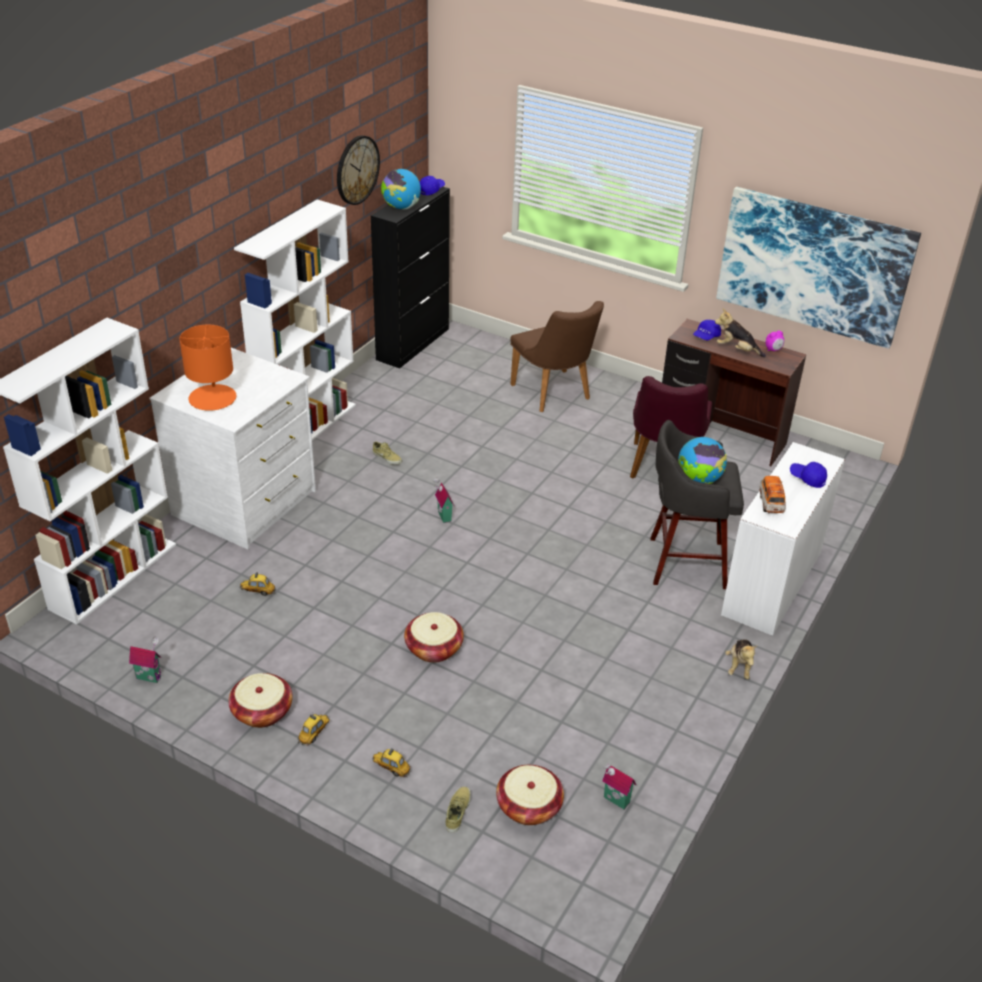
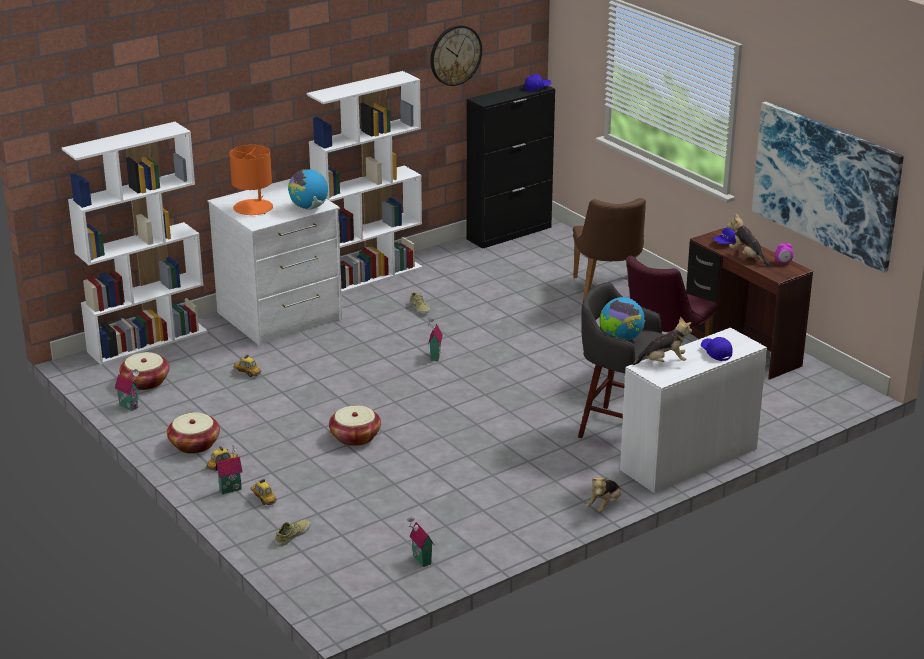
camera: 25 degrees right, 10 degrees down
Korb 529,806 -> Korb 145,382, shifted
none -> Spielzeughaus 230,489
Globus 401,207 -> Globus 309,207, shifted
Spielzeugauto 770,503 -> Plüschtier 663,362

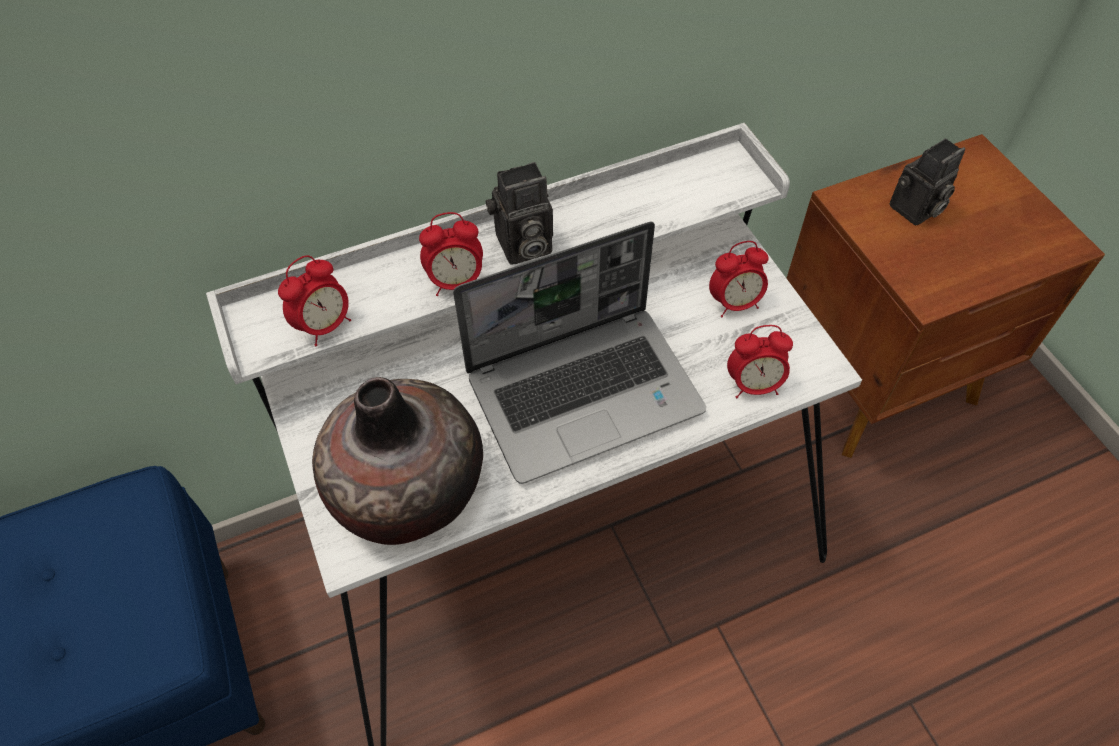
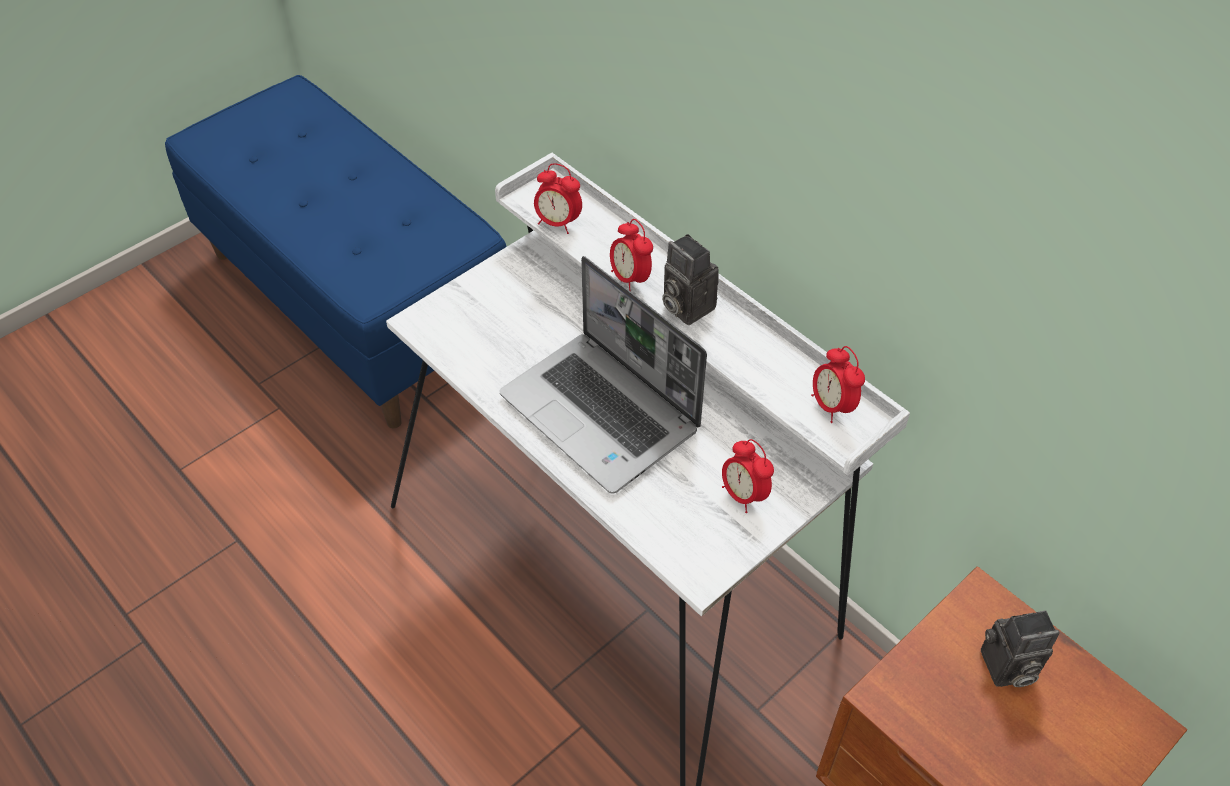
camera: 70 degrees right, 5 degrees down
Wecker 754,385 -> Wecker 832,406, shifted
Kamera 915,211 -> Kamera 1006,668, 45 degrees counterclockwise
Vase 408,490 -> none

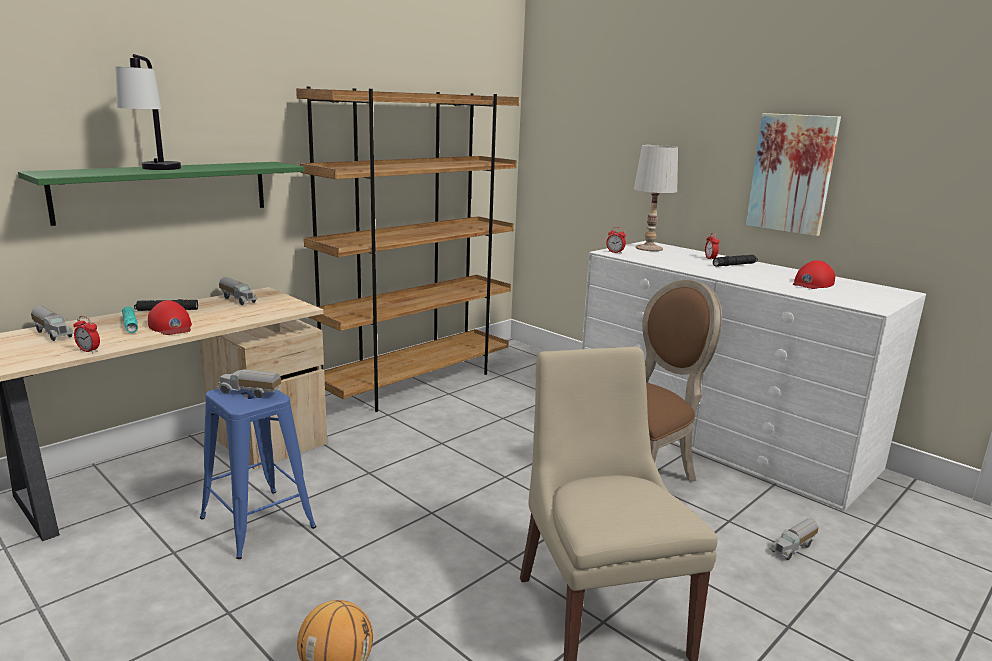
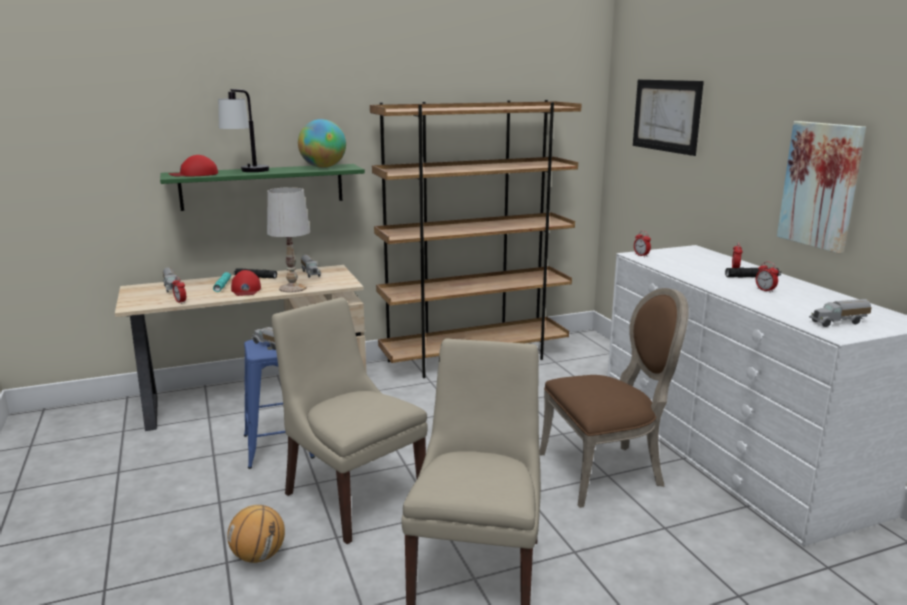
camera: 25 degrees right, 0 degrees up
Kappe (rot) 812,283 -> Kappe (rot) 194,174, shifted
Tischlampe (weiß) 649,248 -> Tischlampe (weiß) 292,288, shifted
none -> Stuhl (beige) 352,495
none -> Globus 323,167
none -> Bild 666,115
none -> Wecker 765,290
Spielzeuglaster 793,548 -> Spielzeuglaster 839,323, shifted

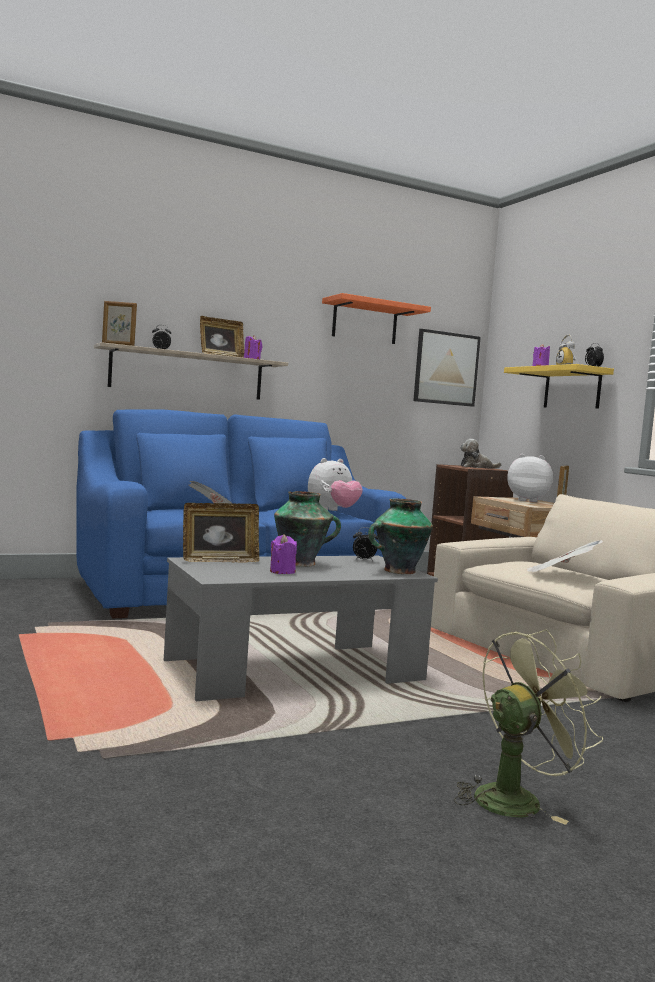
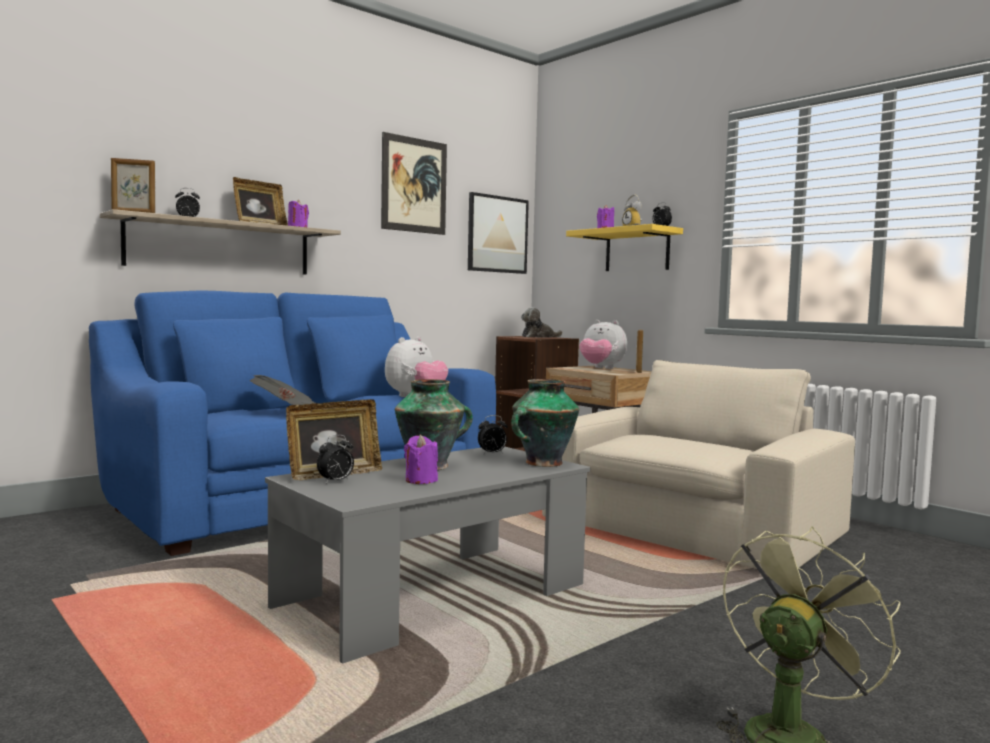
camera: 15 degrees left, 0 degrees up
none -> Wecker 336,481
Wandregal (orange) 364,322 -> Bild 414,185
Plüschtier 527,500 -> Plüschtier 601,368, 150 degrees counterclockwise
Zeitung 560,575 -> none

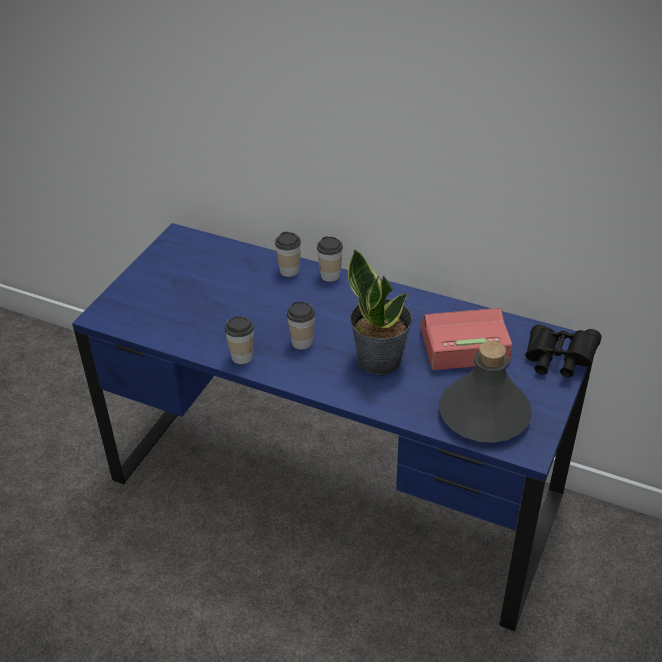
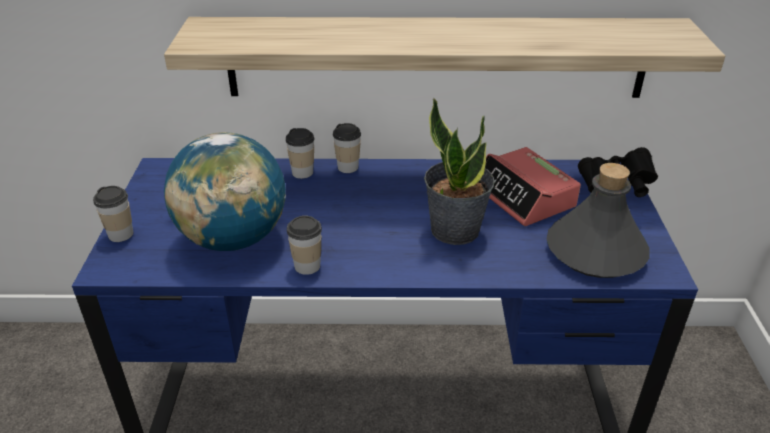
camera: 25 degrees left, 5 degrees down
Tasse 302,342 -> Tasse 121,234, shifted
none -> Wandregal 436,57
none -> Globus 233,239
Wecker 463,346 -> Wecker 524,196, 90 degrees counterclockwise

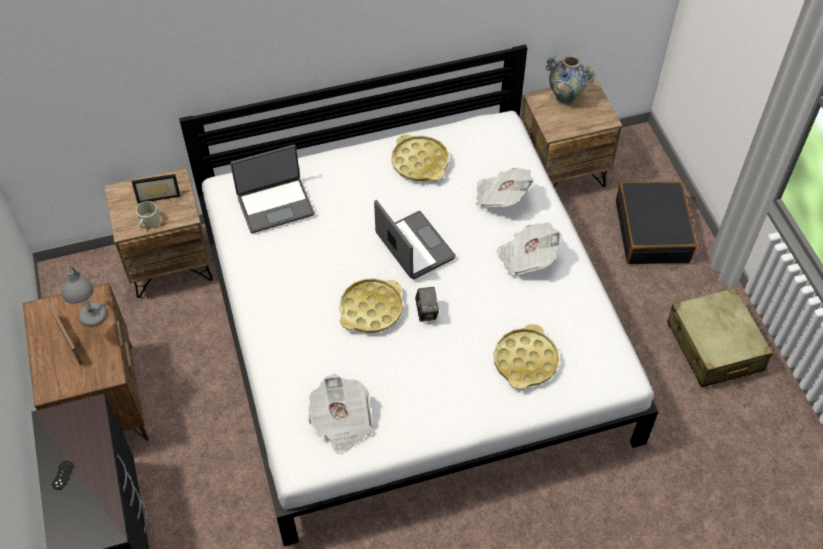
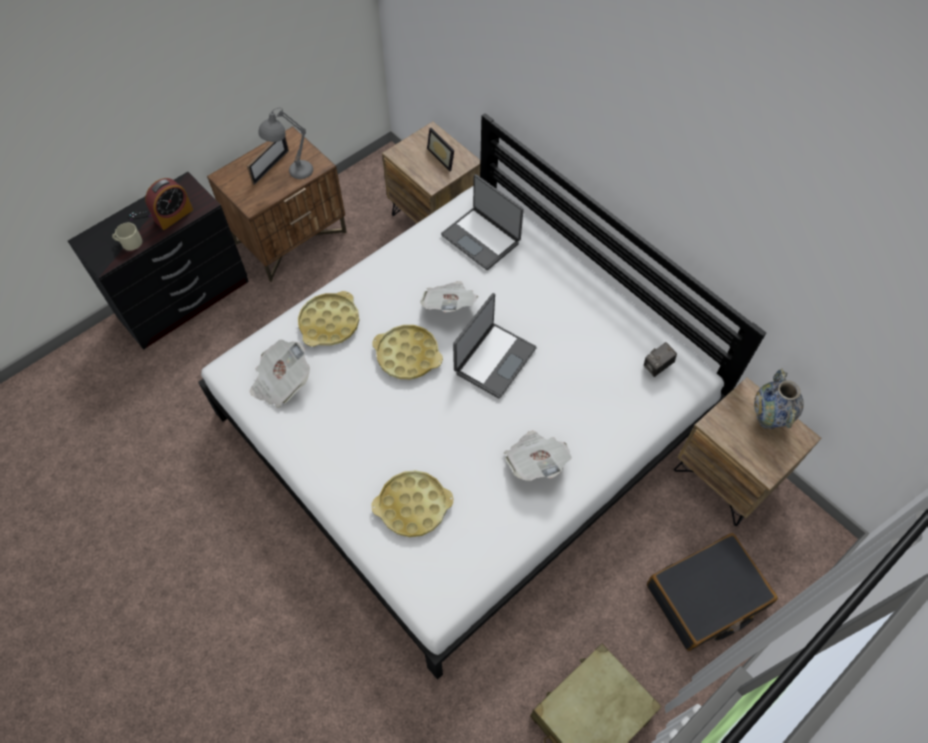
camera: 65 degrees right, 5 degrees up
Henkelbecher (beige) 148,222 -> Henkelbecher (beige) 129,242, shifted
none -> Wecker 174,215
Tablett (gelb) 420,162 -> Tablett (gelb) 329,323, shifted
Zeitung 501,197 -> Zeitung 449,305, shifted
Kamera 426,312 -> Kamera 657,367, shifted

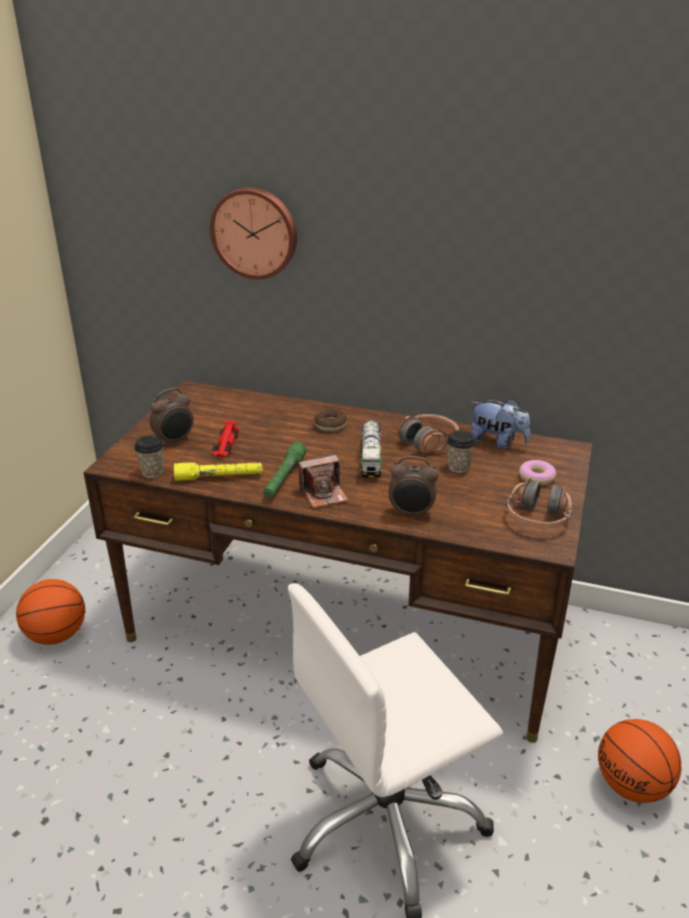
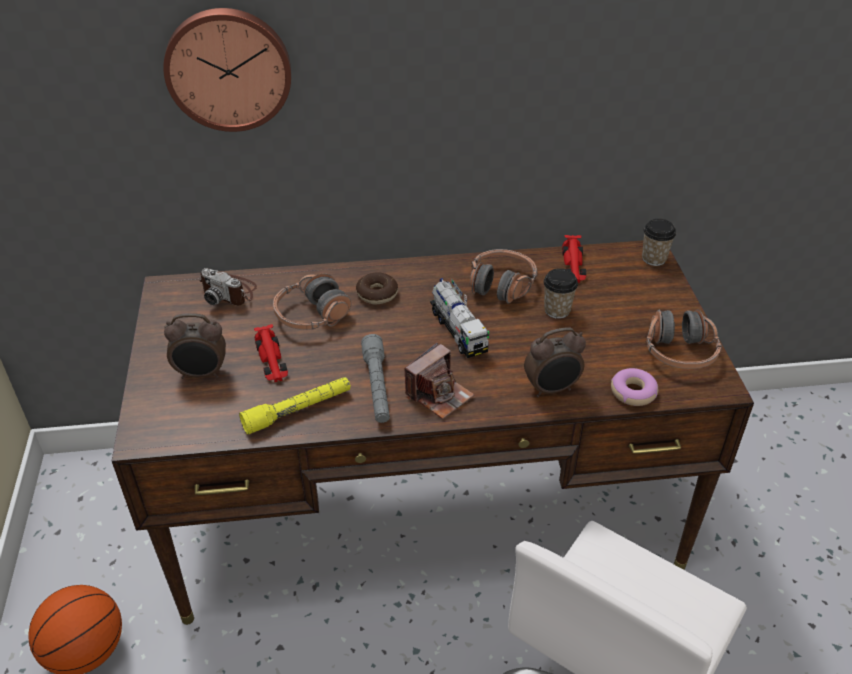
camera: 25 degrees left, 10 degrees up
Wecker 175,441 -> Wecker 202,374, 60 degrees clockwise
none -> Kamera 229,292
none -> Kopfhörer 311,315
Taschenlampe (grün) 284,478 -> Taschenlampe (grau) 377,386
Plüschtier 497,442 -> Spielzeugauto (rot) 573,265
Donut 536,477 -> Donut 633,392, shifted
Tasse 152,472 -> Tasse 654,259, shifted
Basketball 632,786 -> none

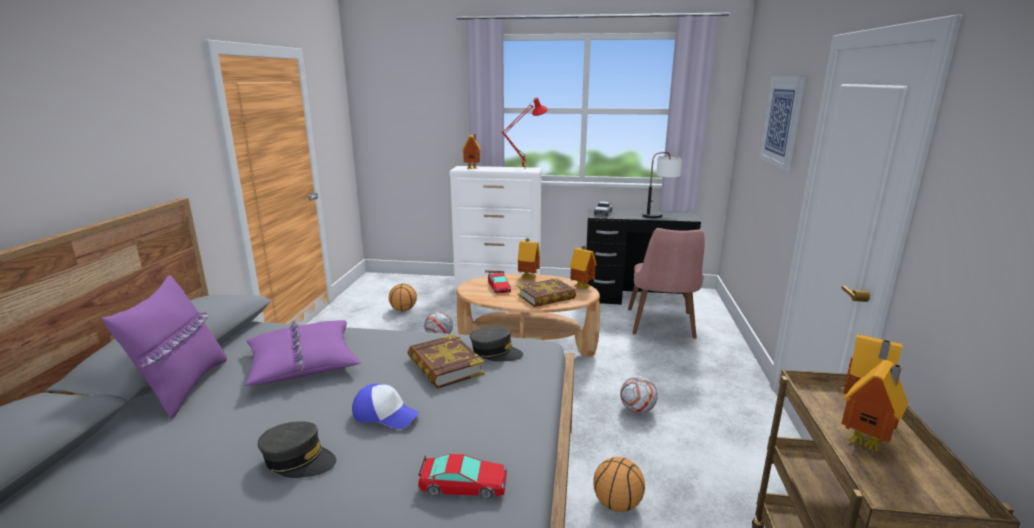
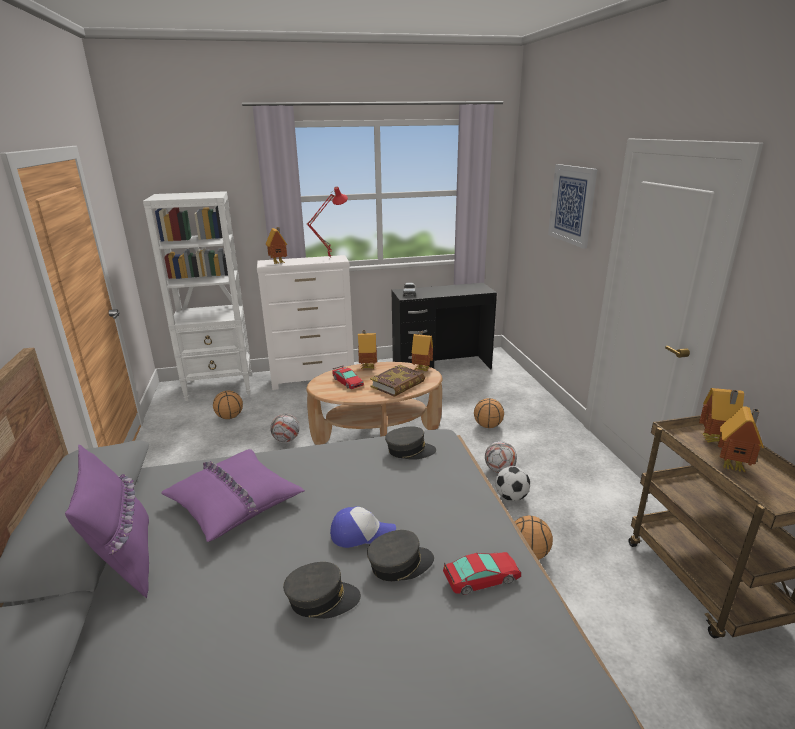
camera: 20 degrees left, 5 degrees up
none -> Bücherregal (weiß) 220,386
none -> Kappe (grau) 400,564
none -> Basketball 488,426
none -> Fußball 511,497
Buch 445,366 -> none
Stuhl (rosa) 662,327 -> none
Tischlampe 659,214 -> none

